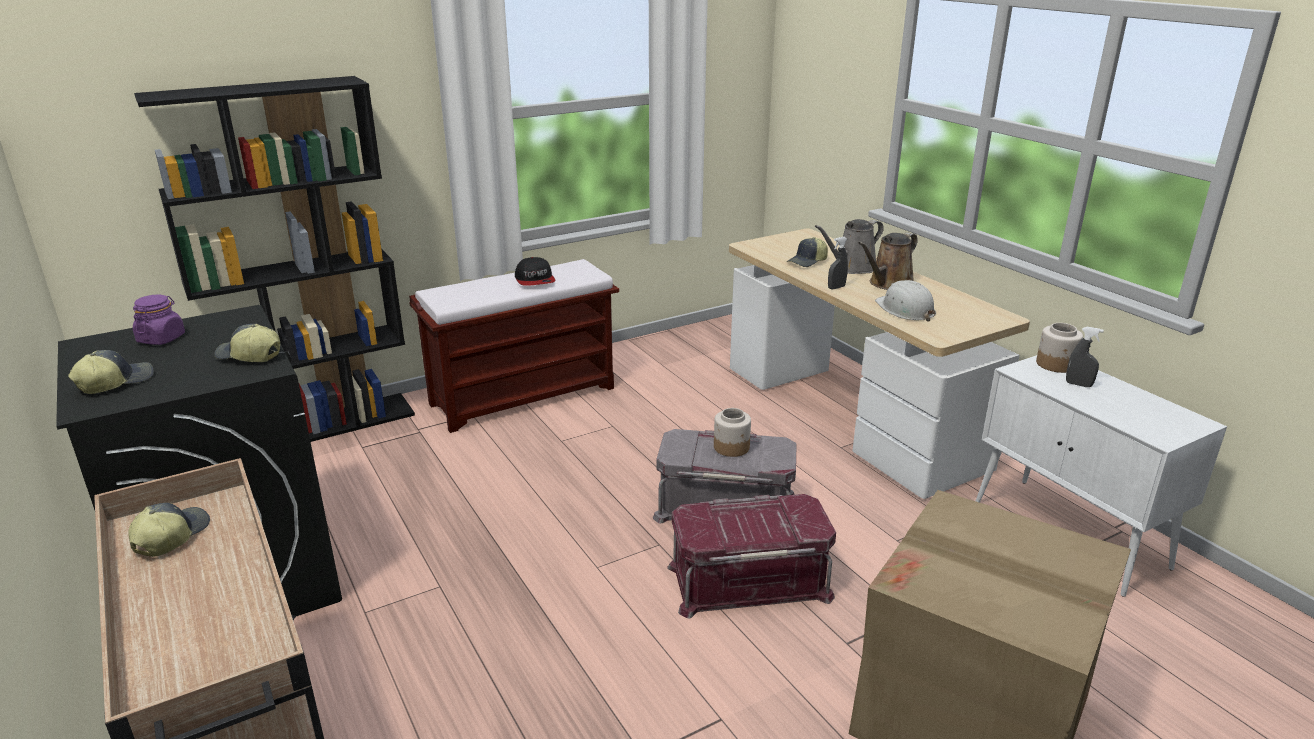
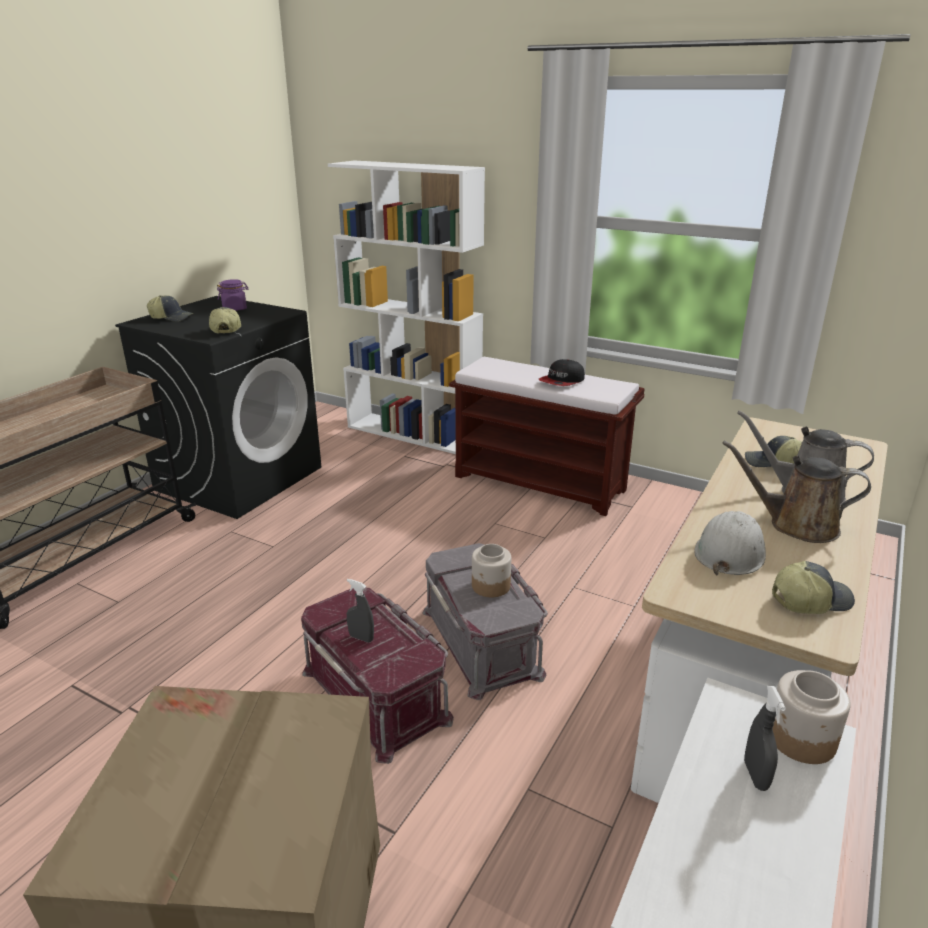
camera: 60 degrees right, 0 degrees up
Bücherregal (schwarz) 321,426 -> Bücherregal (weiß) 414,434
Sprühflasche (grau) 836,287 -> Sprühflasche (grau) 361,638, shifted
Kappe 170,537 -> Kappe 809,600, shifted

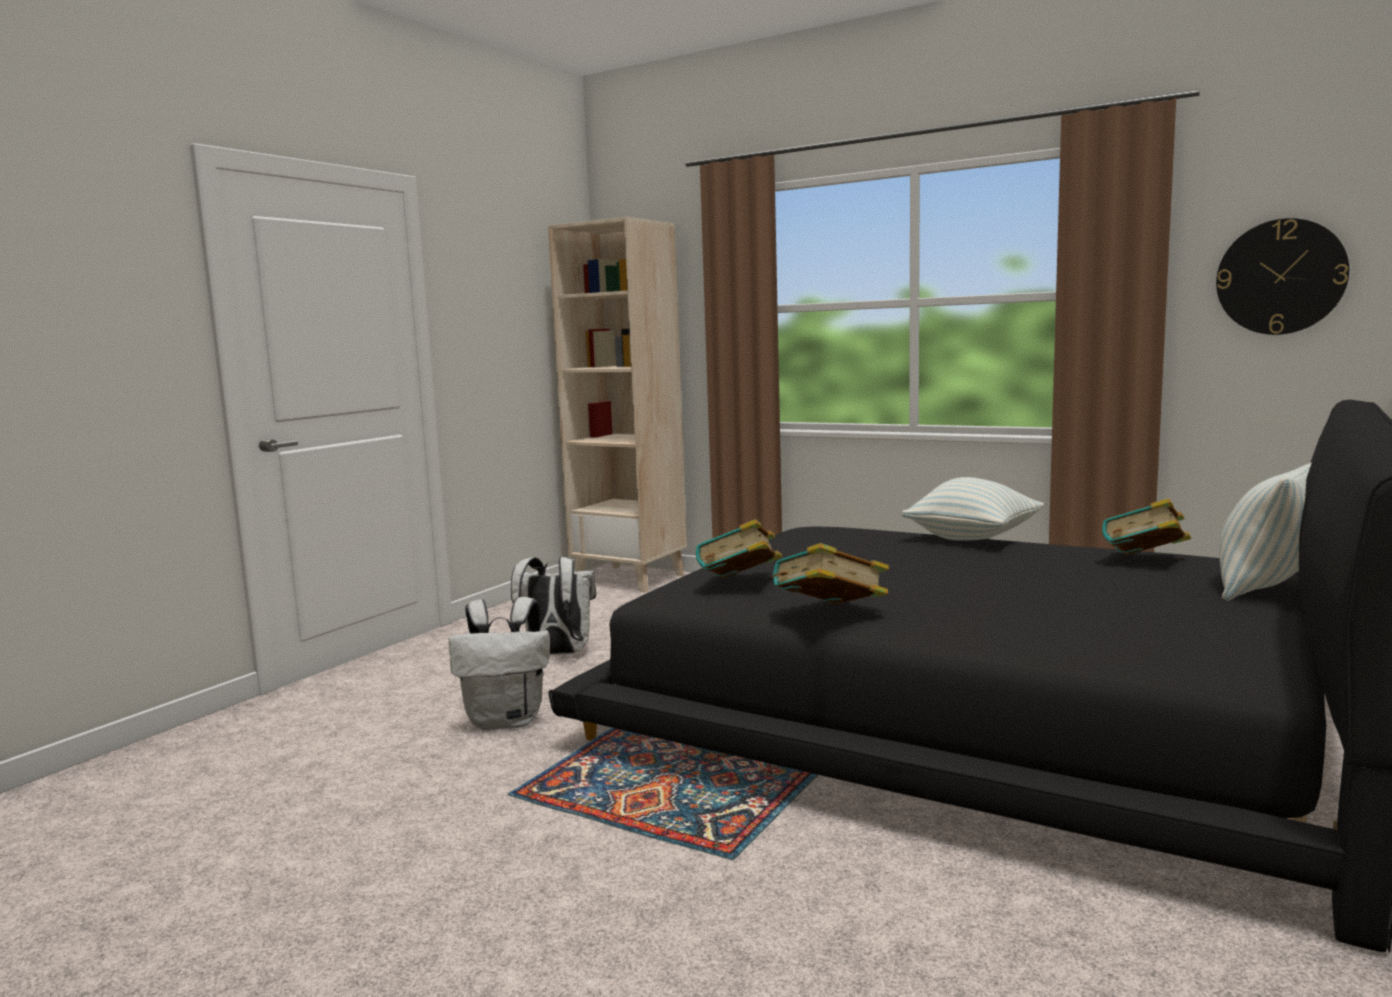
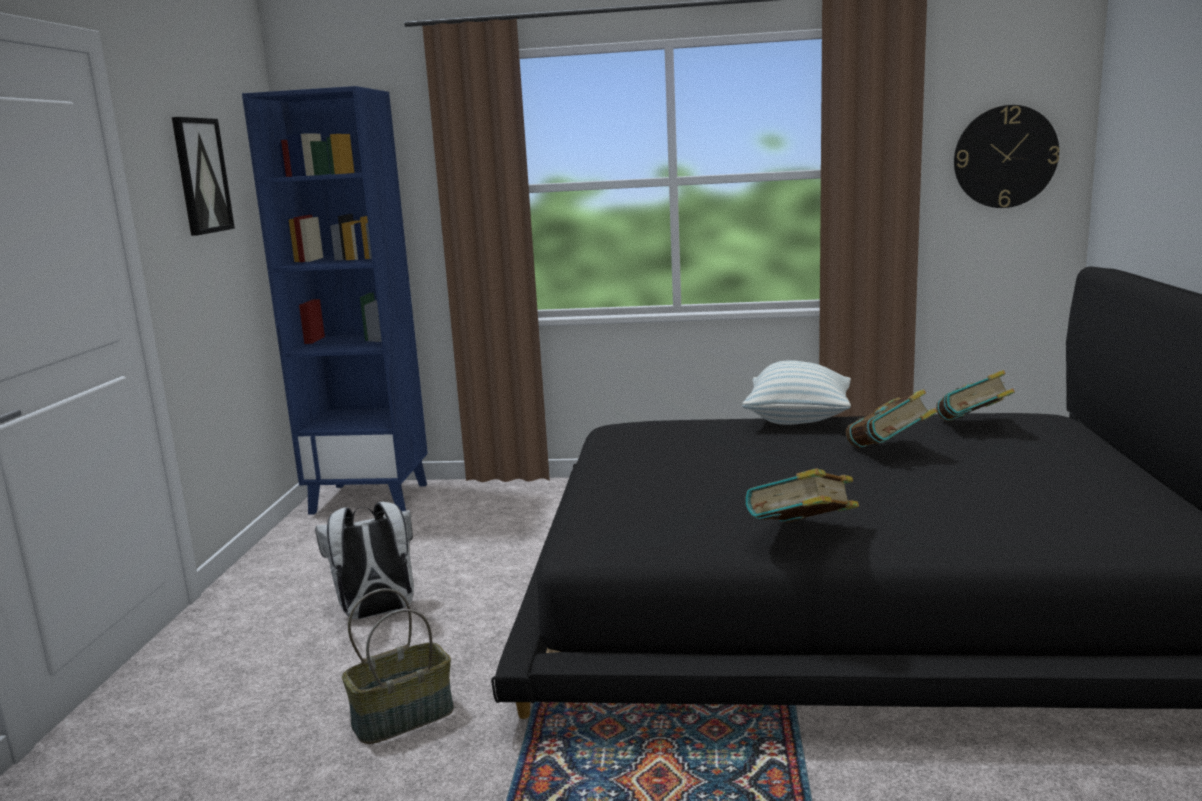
camera: 25 degrees left, 5 degrees up
none -> Bild 201,176
Bücherregal (beige) 630,578 -> Bücherregal (blau) 371,498
Rucksack (weiß) 507,720 -> Korb 403,717
Buch 740,585 -> Buch 888,452, shifted
Kissen 1264,589 -> none

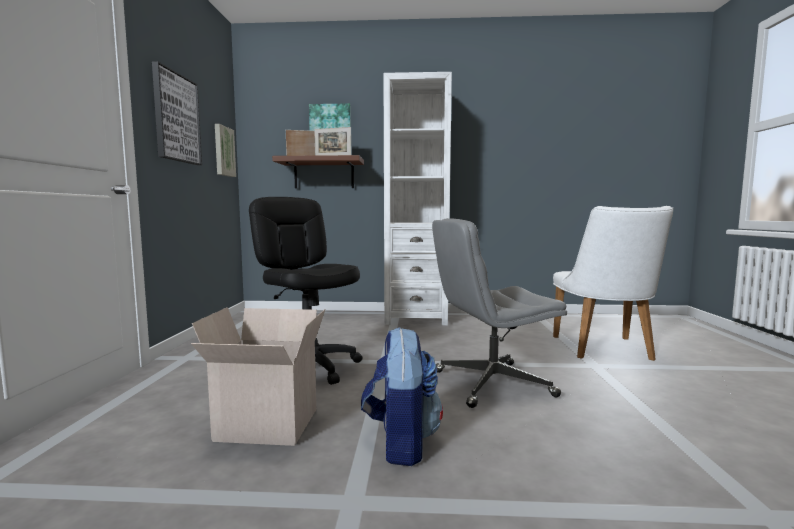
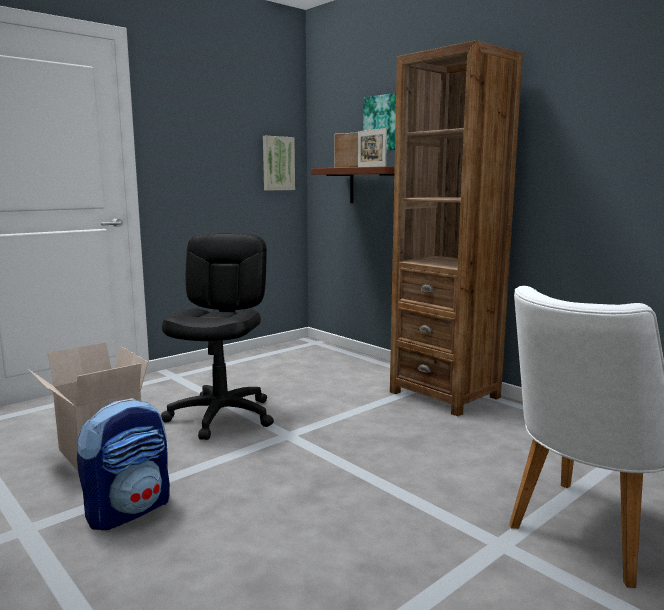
camera: 45 degrees right, 5 degrees up
Bücherregal (weiß) 416,318 -> Bücherregal (braun) 444,395
Bild 176,118 -> none
Bürostuhl (grau) 491,384 -> none

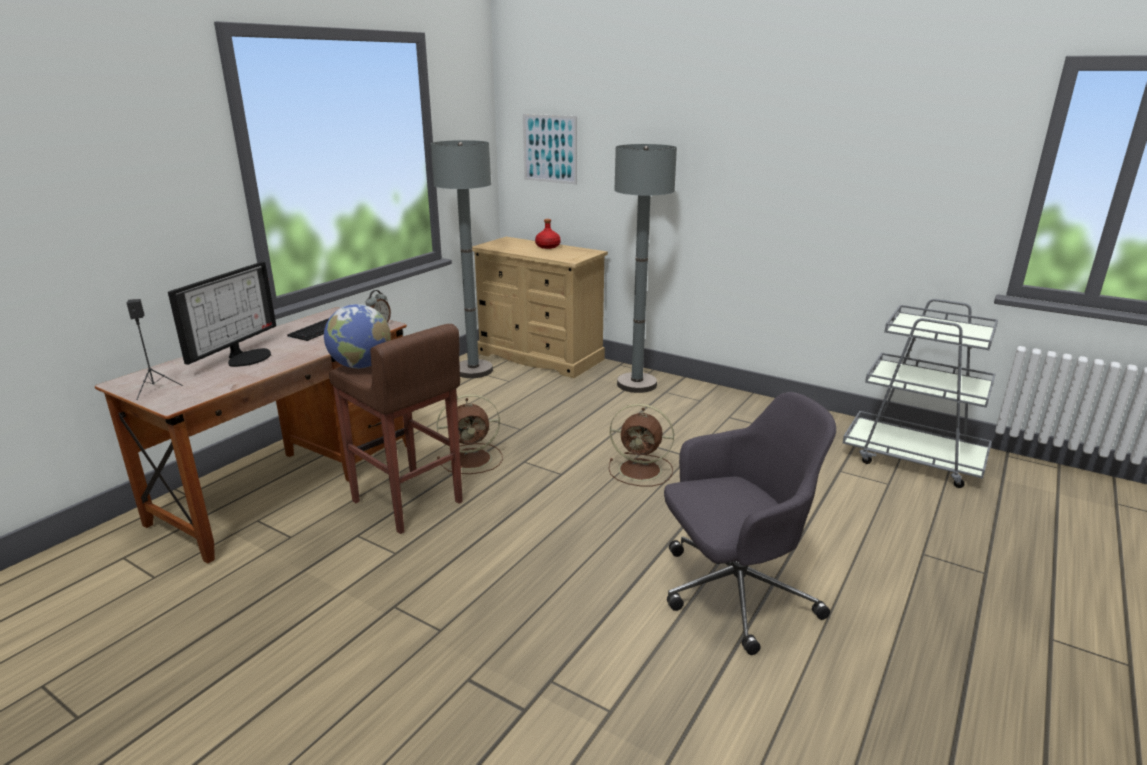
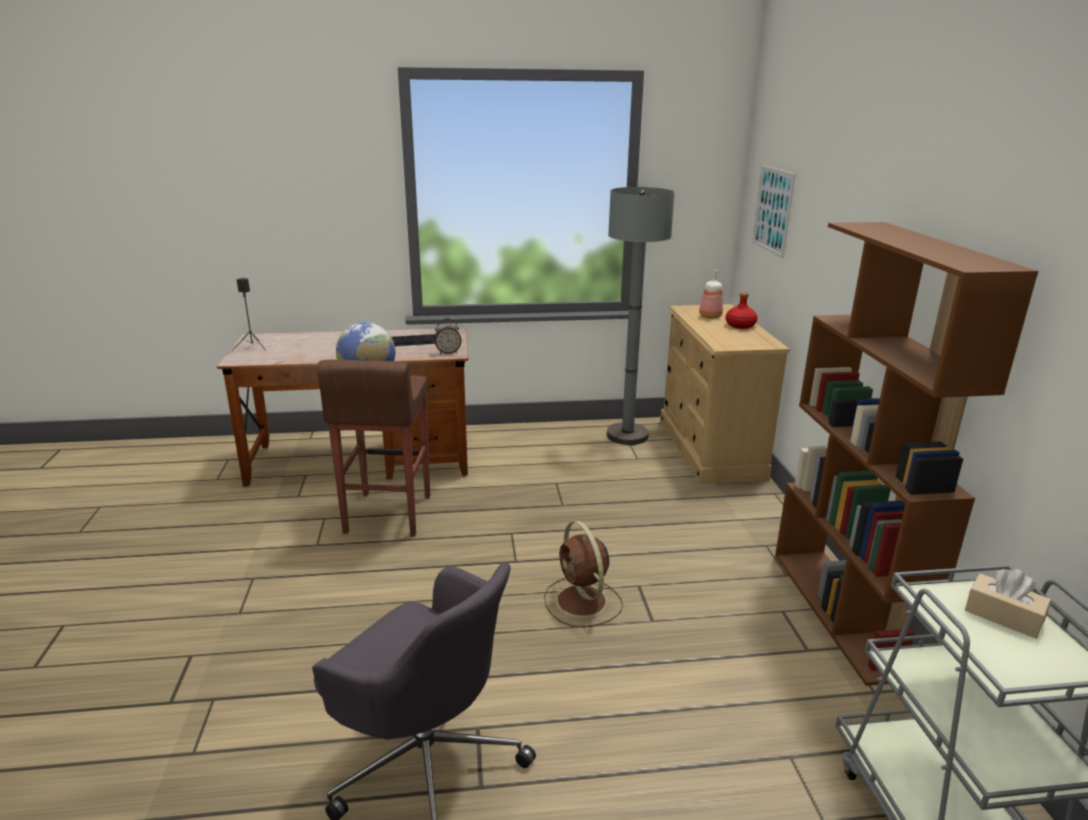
camera: 50 degrees right, 0 degrees up
none -> Flasche 709,316
none -> Bücherregal (braun) 842,611
none -> Taschentuchbox (beige) 1003,616
Monitor 246,357 -> none
Ventilator (braun) 473,459 -> none
Stehlampe (grau) 636,384 -> none

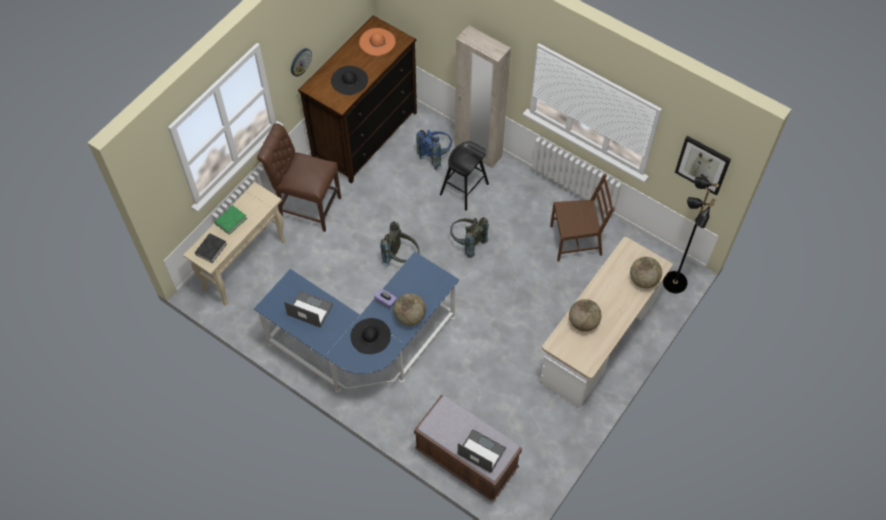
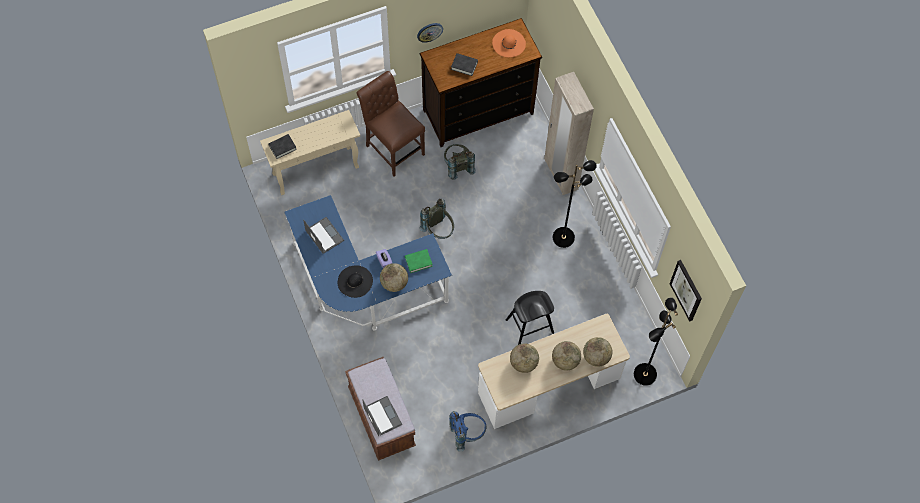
camera: 30 degrees right, 5 degrees up
Buch (grün) 231,221 -> Buch (grün) 418,262, shifted
Rucksack (grau) 467,243 -> Rucksack (grau) 457,166, shifted
Rucksack (blau) 435,155 -> Rucksack (blau) 467,434, shifted
Hut (schwarz) 349,80 -> Buch (schwarz) 464,65
Hocker (schwarz) 464,189 -> Hocker (schwarz) 529,326, shifted
none -> Globus 565,361
none -> Stehlampe (schwarz) 563,237
Stuhl (braun) 576,240 -> none

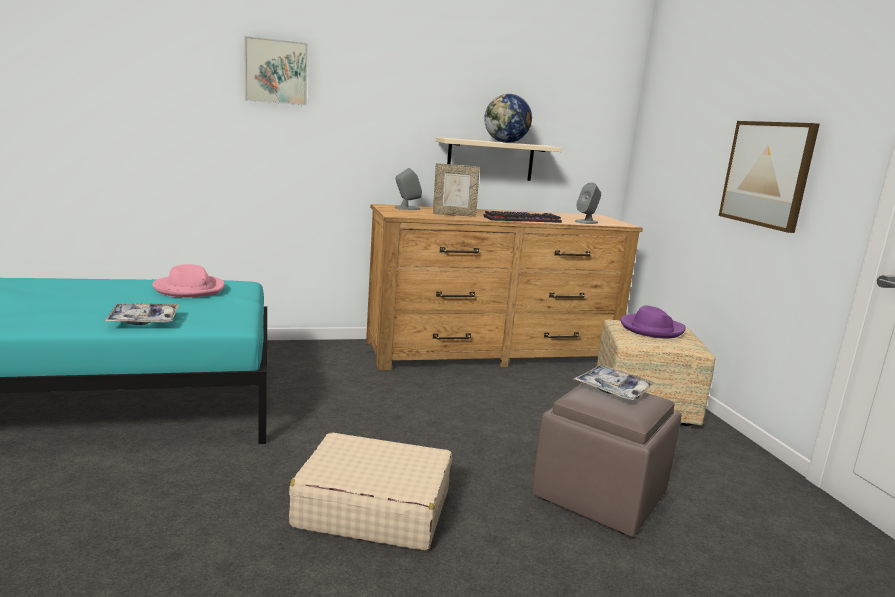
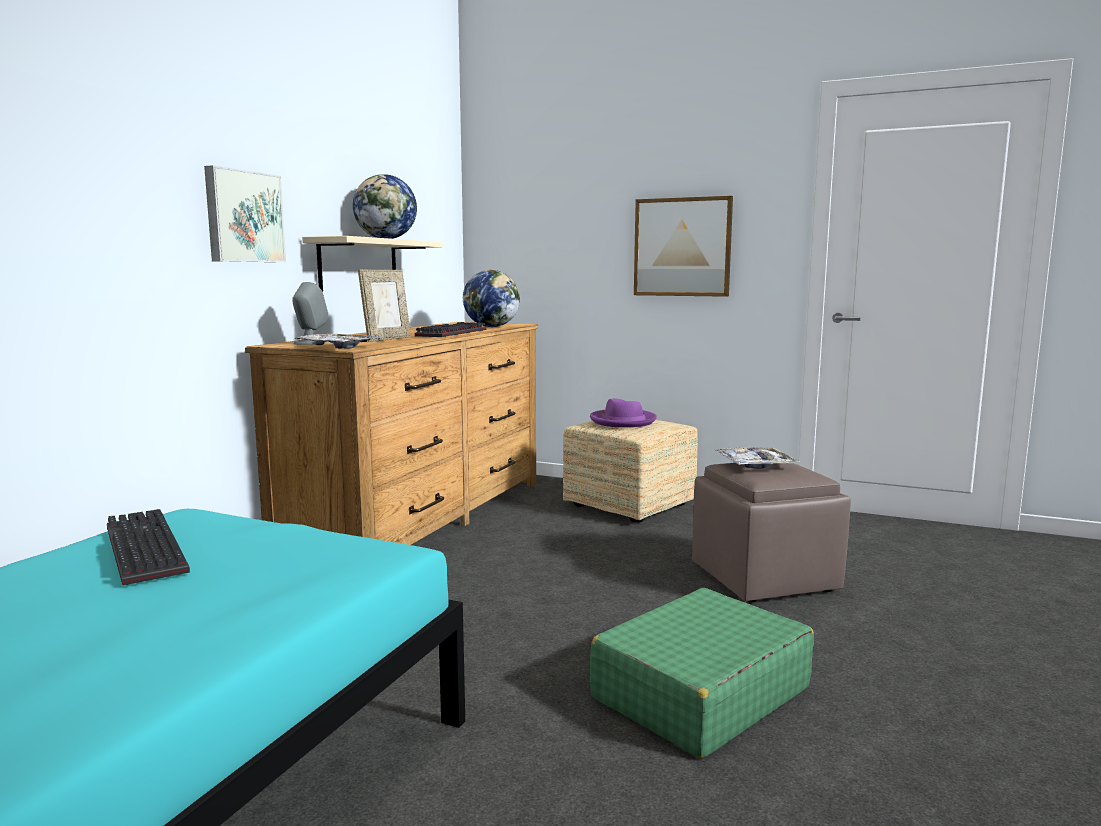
camera: 50 degrees left, 5 degrees down
Hut (rosa) 189,289 -> Tastatur 140,549
Bild 276,72 -> Bild 243,217, shifted
Tablett 143,320 -> Tablett 340,347, shifted
Lautsprecher (grau) 586,222 -> Globus 492,327
Koffer (beige) 372,508 -> Koffer (grün) 699,693

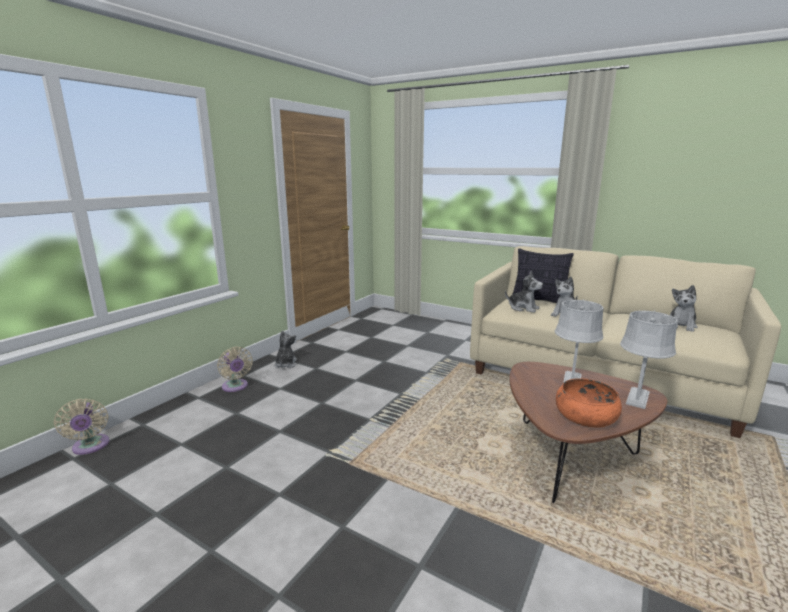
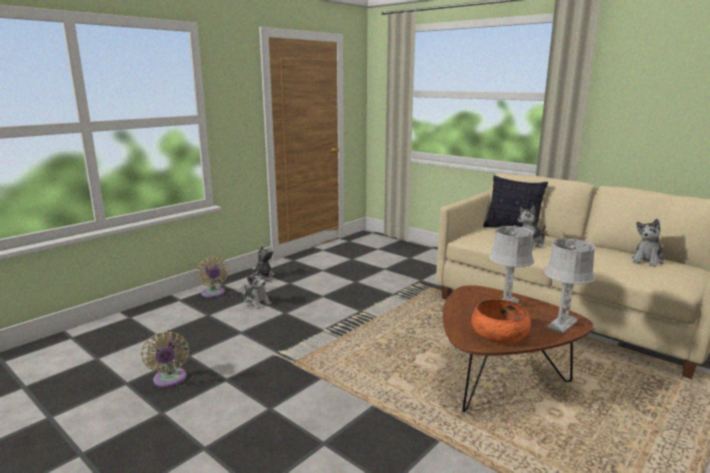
camera: 10 degrees right, 0 degrees up
Ventilator (beige) 90,447 -> Ventilator (beige) 170,380, shifted
Plüschtier 523,308 -> Plüschtier 257,302, shifted

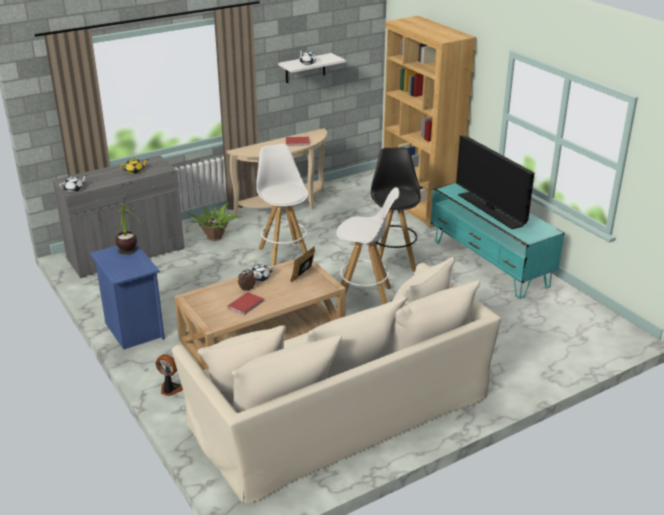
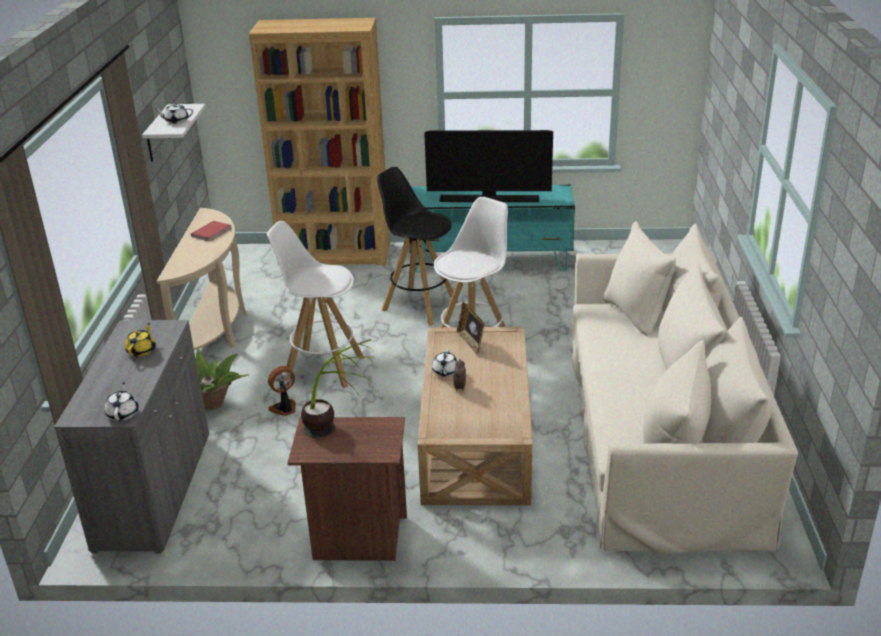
camera: 55 degrees left, 0 degrees up
Ventilator 170,389 -> Ventilator 284,409, shifted
Nachttisch (blau) 133,329 -> Nachttisch (braun) 356,538
Buch (rot) 247,305 -> none

